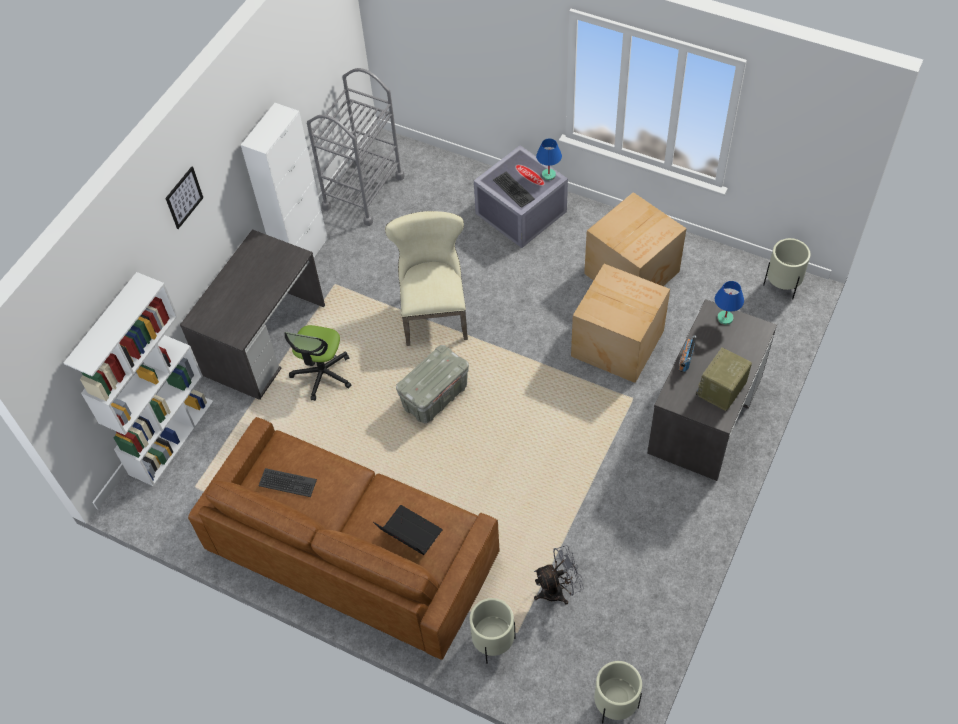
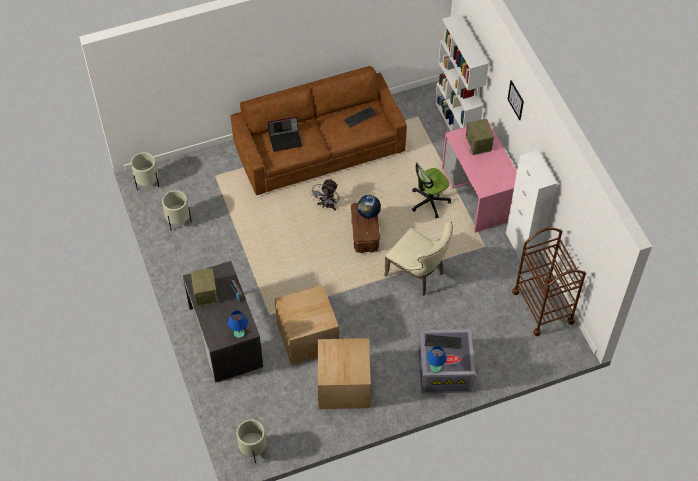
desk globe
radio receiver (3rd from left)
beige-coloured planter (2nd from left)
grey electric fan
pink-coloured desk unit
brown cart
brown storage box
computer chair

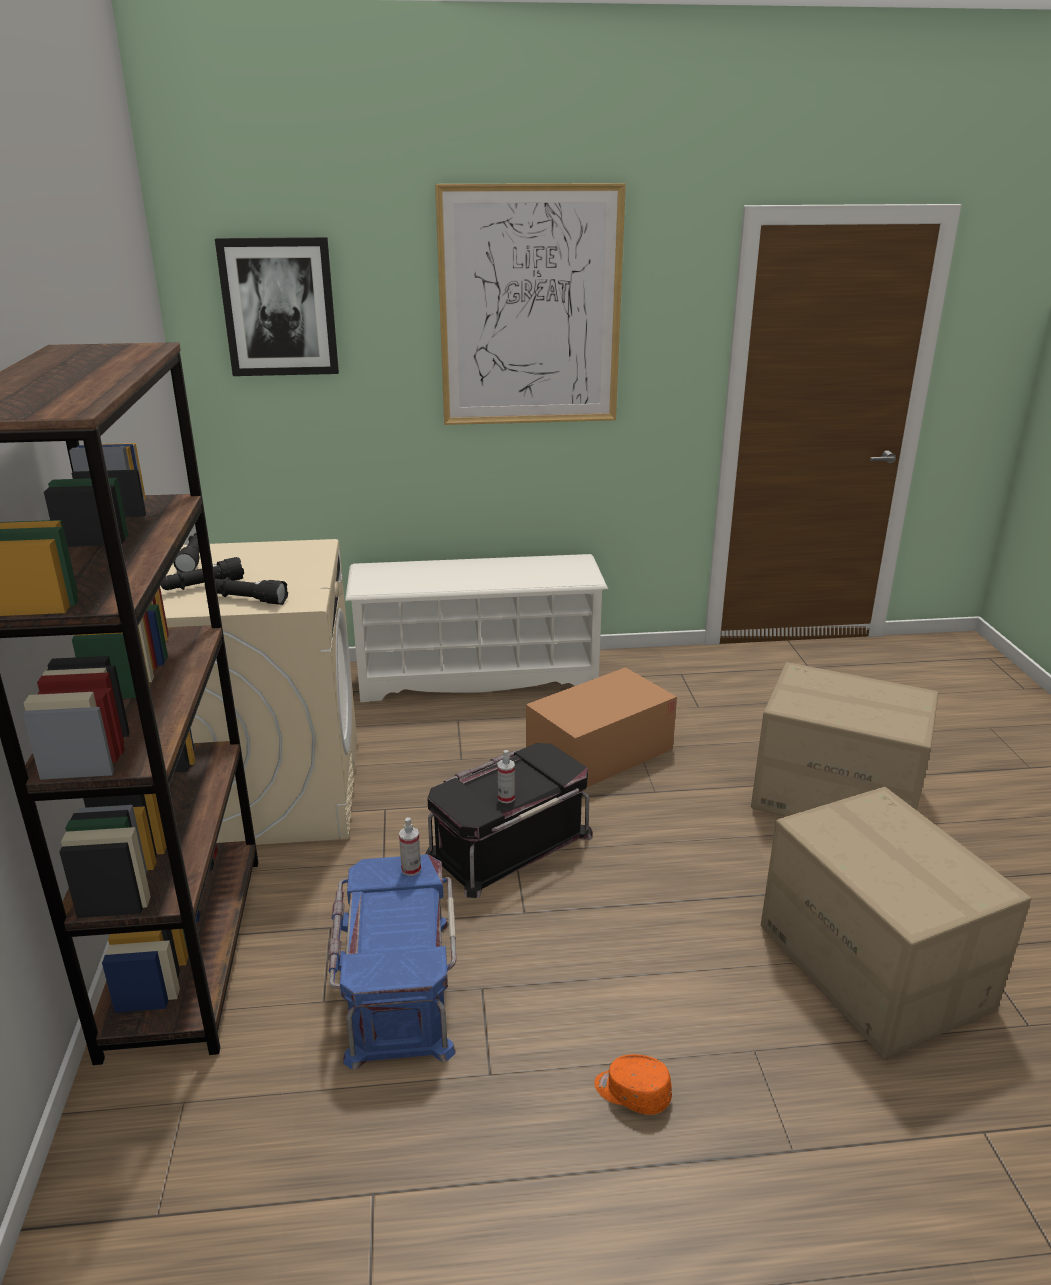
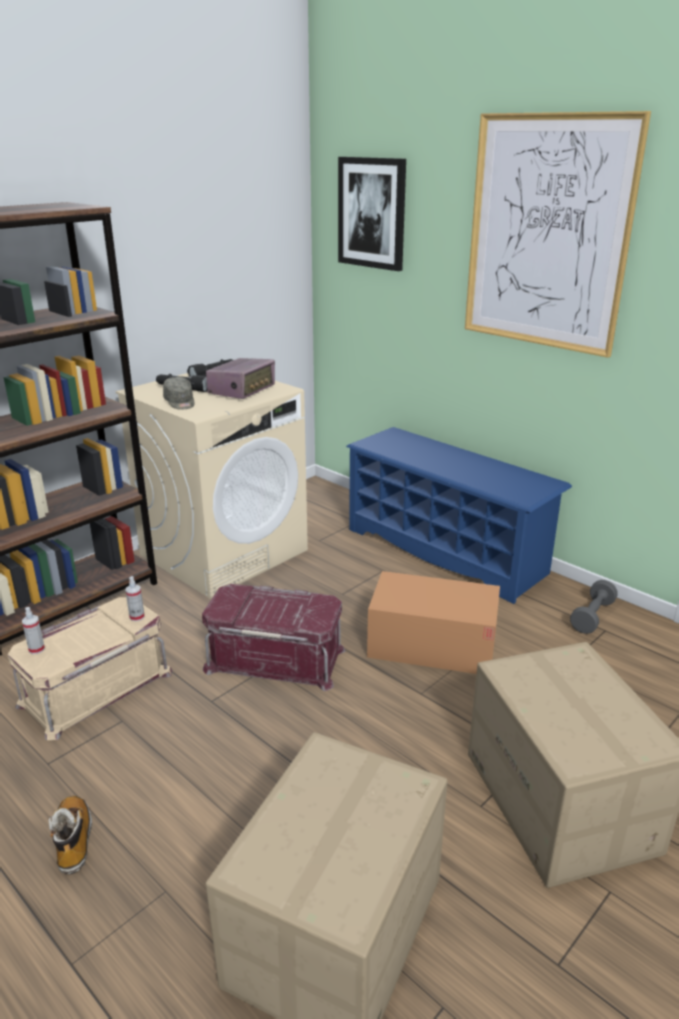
radio receiver
grey hand weight
hand sprayer (1st from left)
grey peaked cap
high-top boot
beige-coloured storage box
bluish shoe shelf
reddish storage box

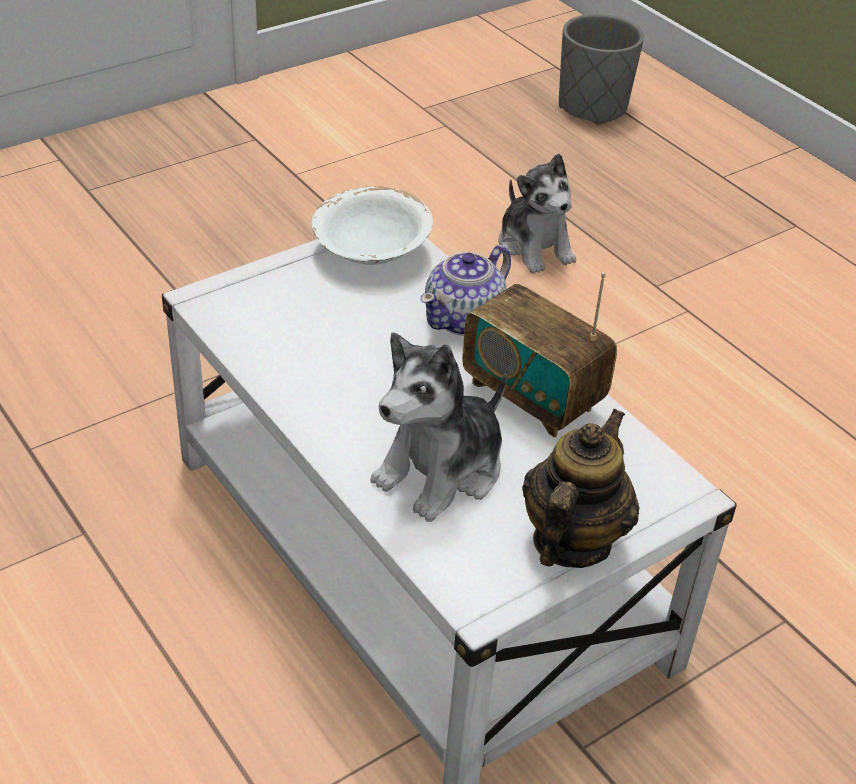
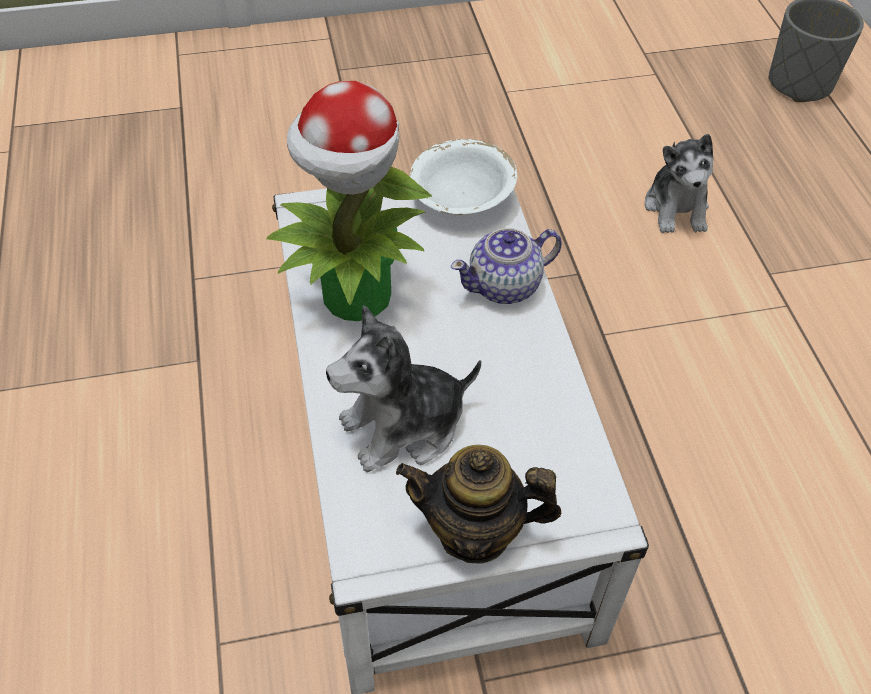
radio receiver
houseplant
pot for tea (1st from left)

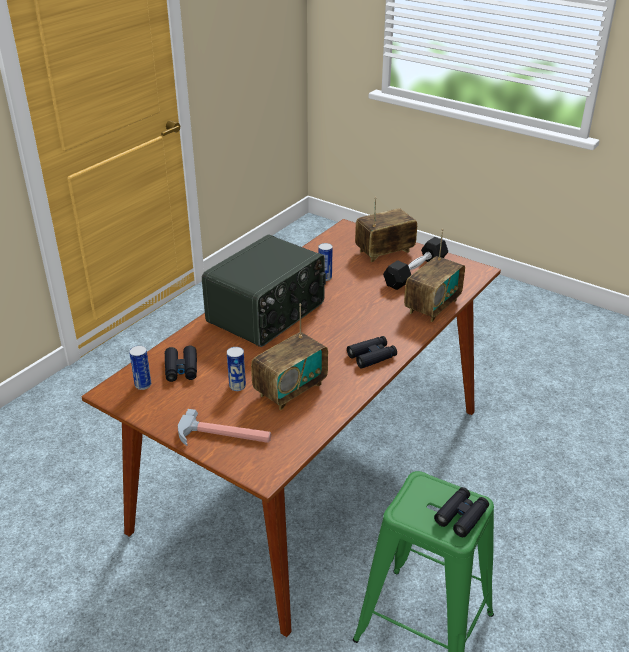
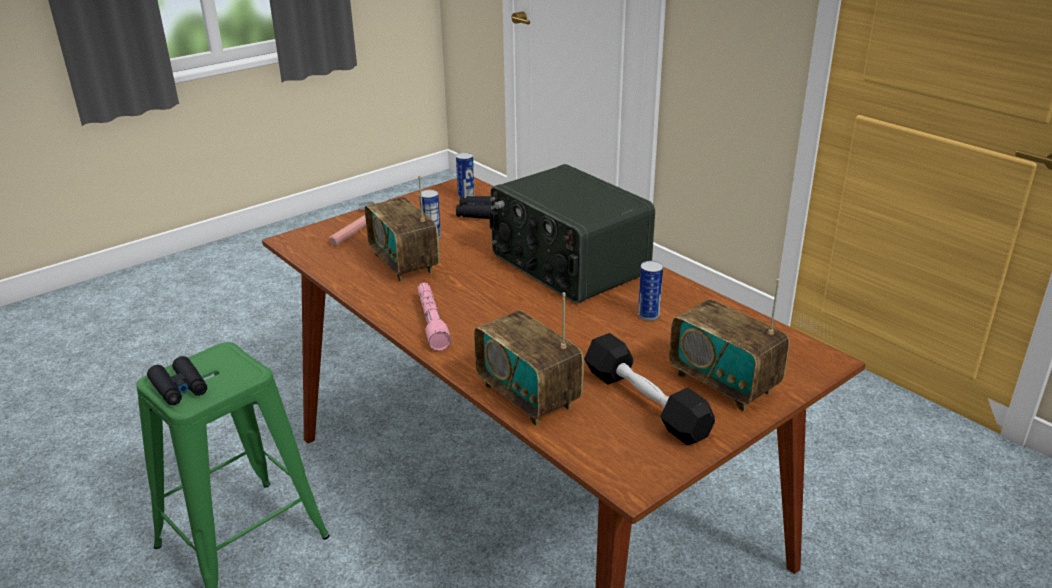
pink-coloured flashlight
radio receiver (4th from left)

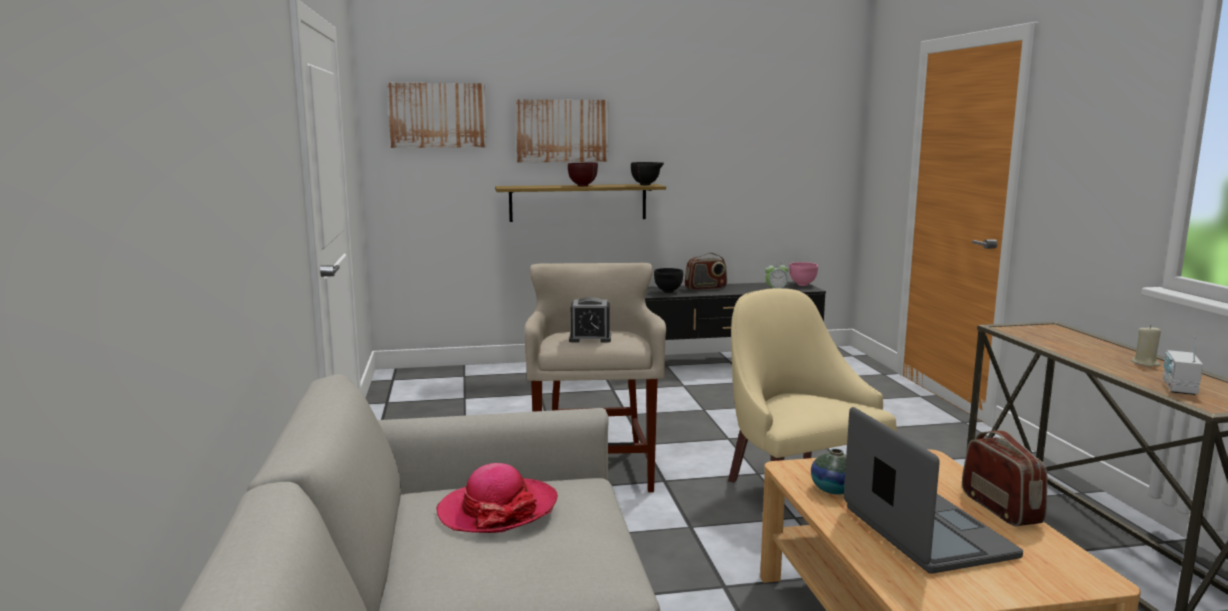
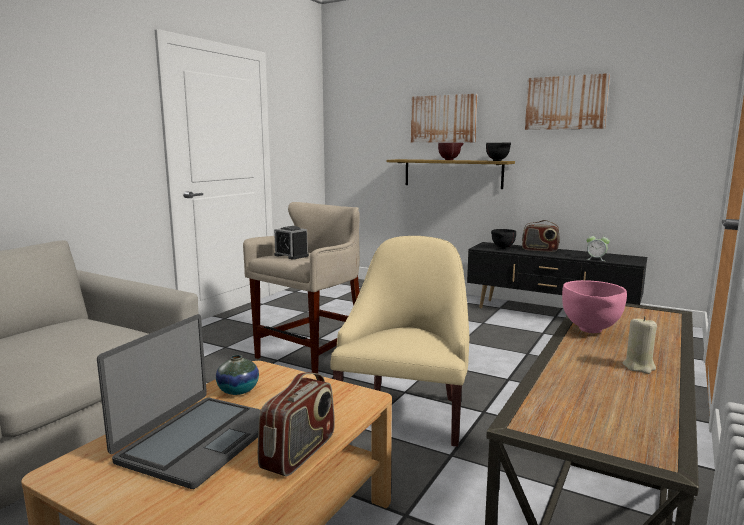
wearable hat
radio receiver (3rd from left in the first image)
wall art (2nd from left)
pink-coloured serving bowl

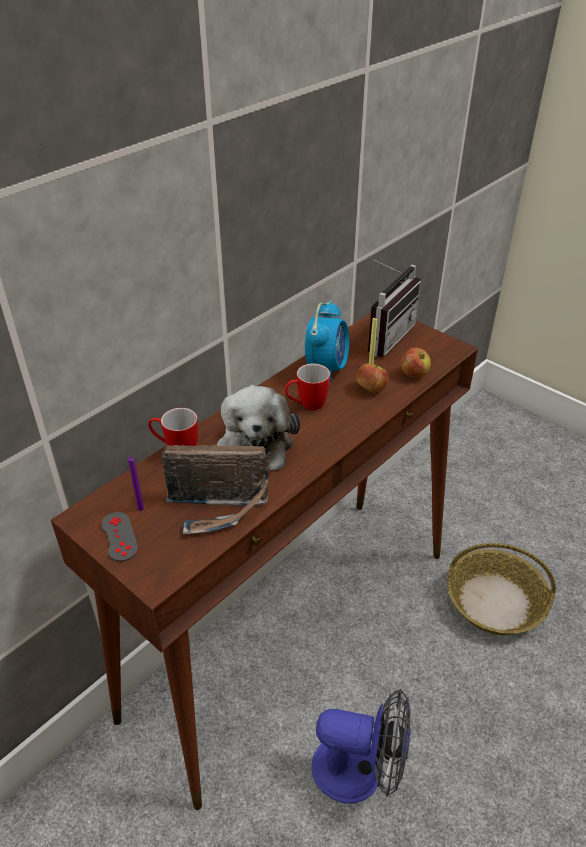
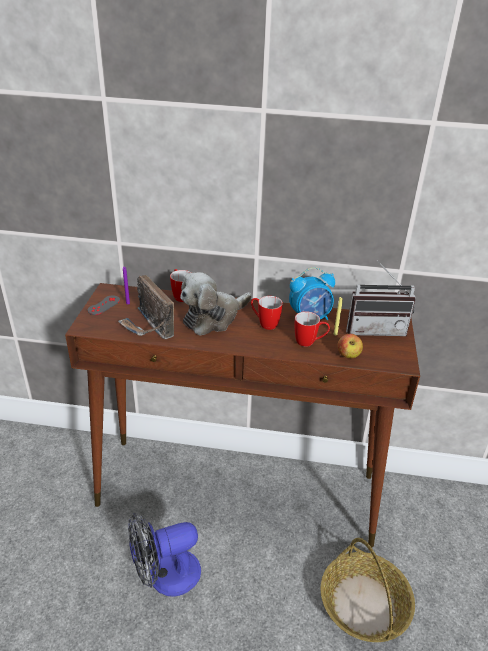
tea mug (3rd from left)
electric fan

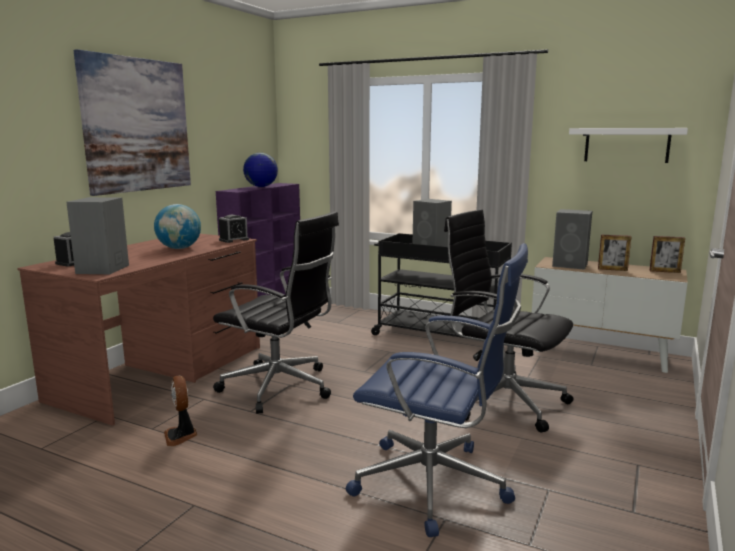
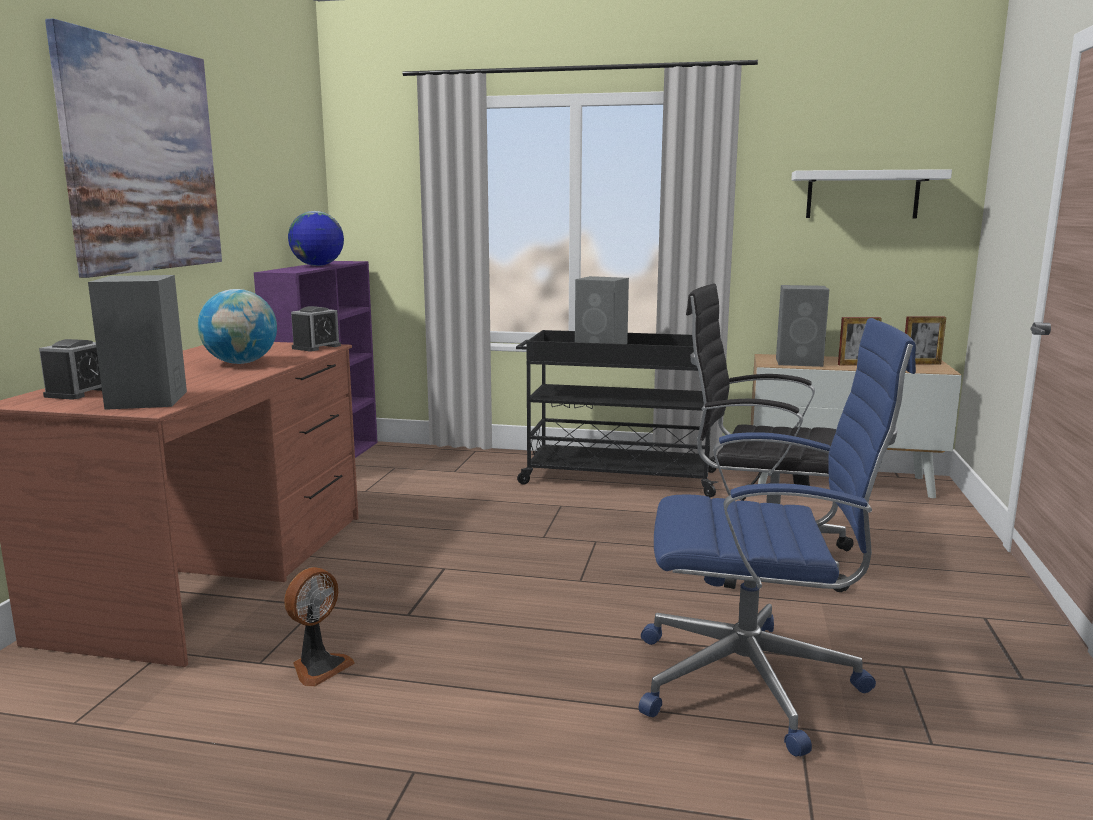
blackish computer chair (1st from left in the first image)
electric fan

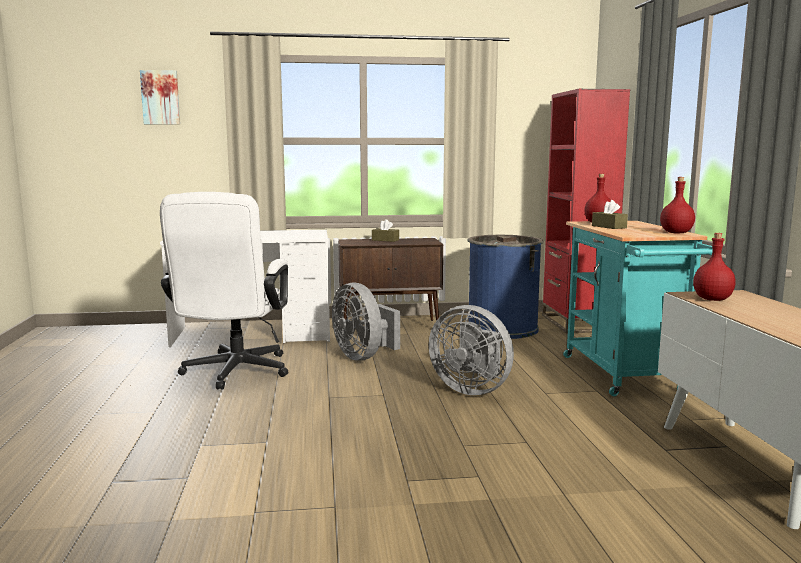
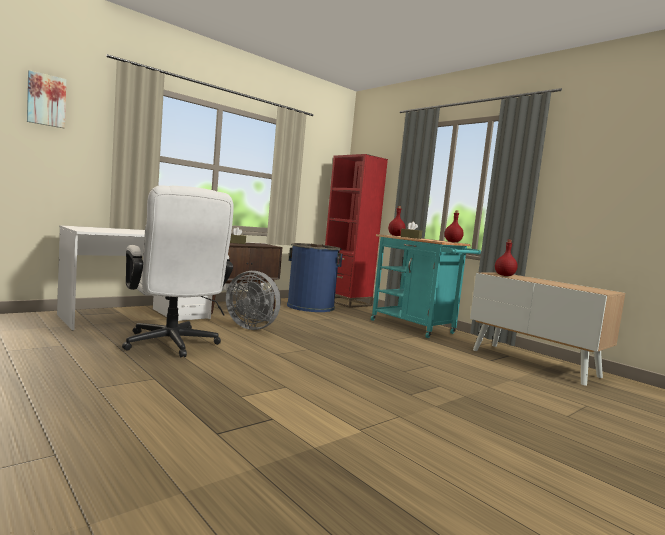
grey electric fan (2nd from left in the first image)

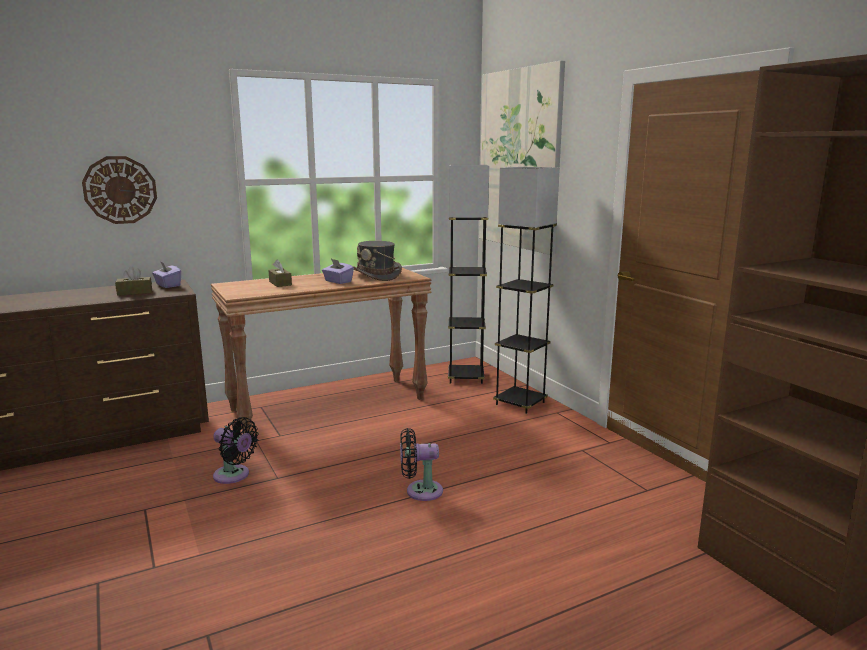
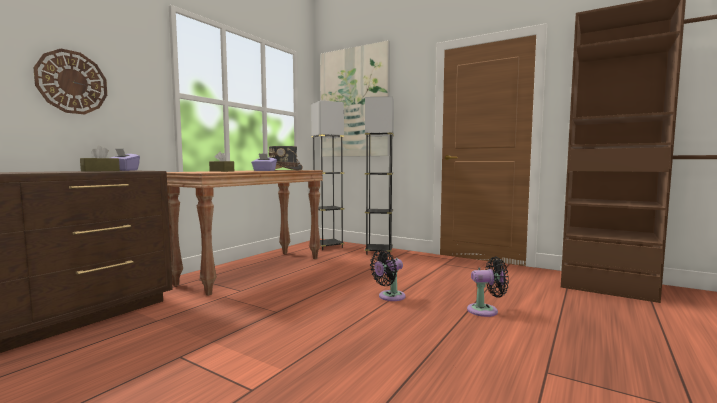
blackish electric fan (2nd from left)

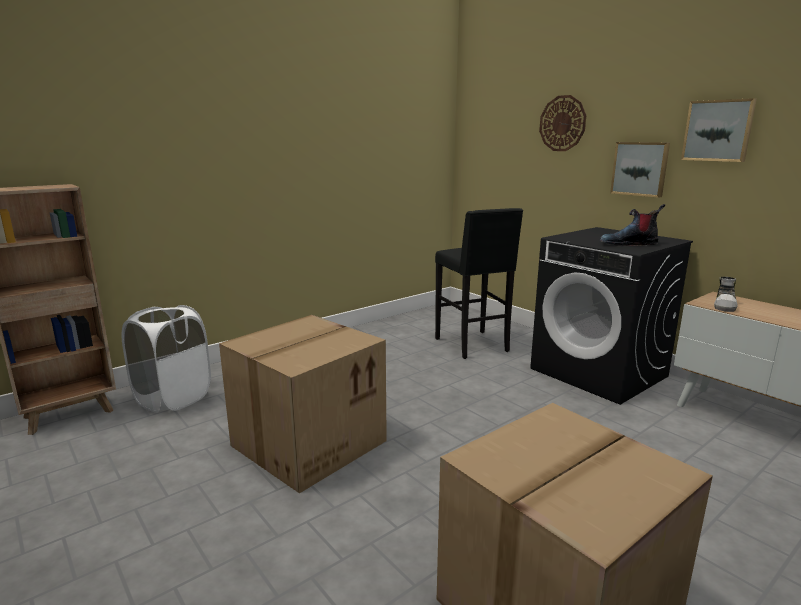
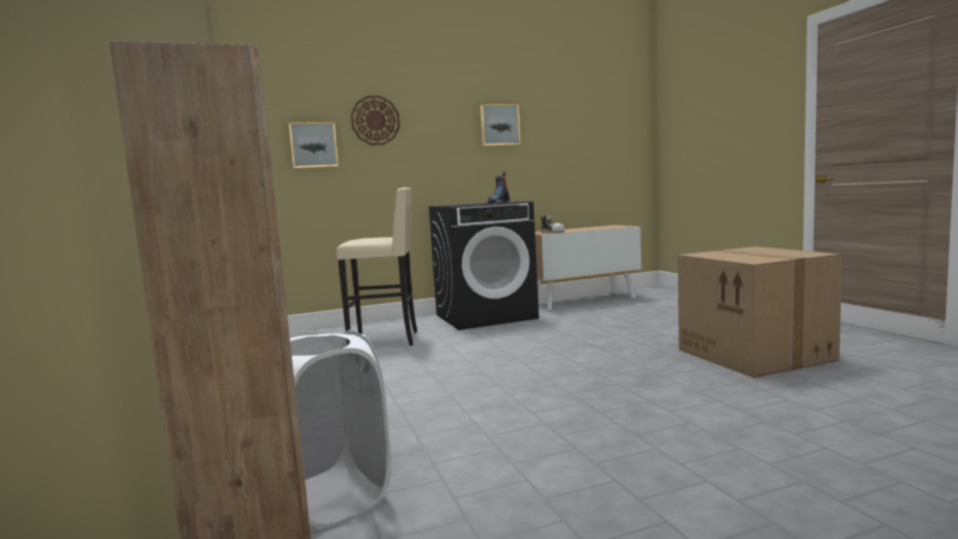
packing box (1st from left in the first image)
wall art (1st from left)
beige-coloured stool

